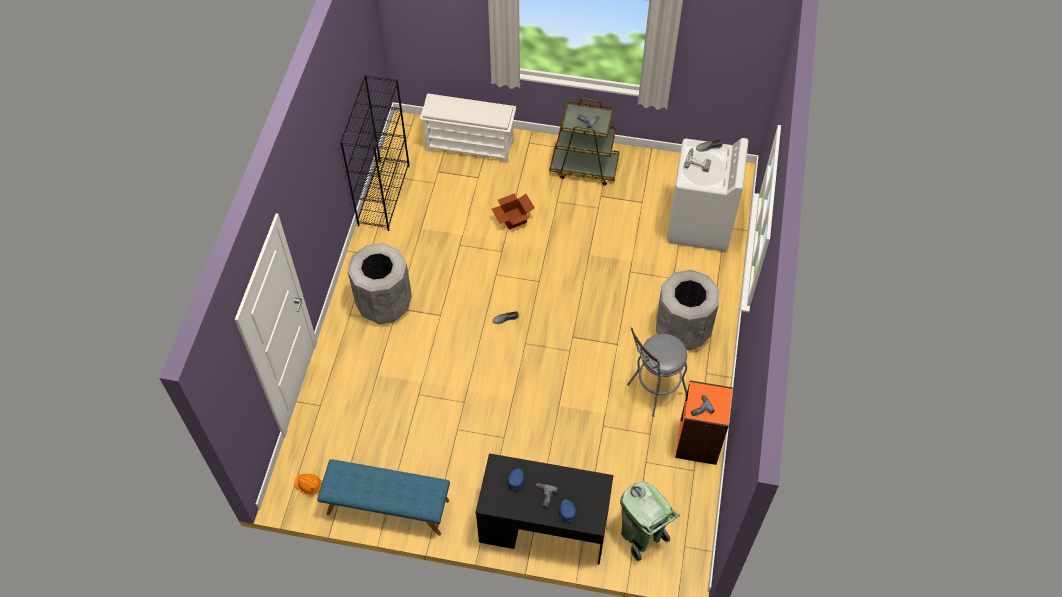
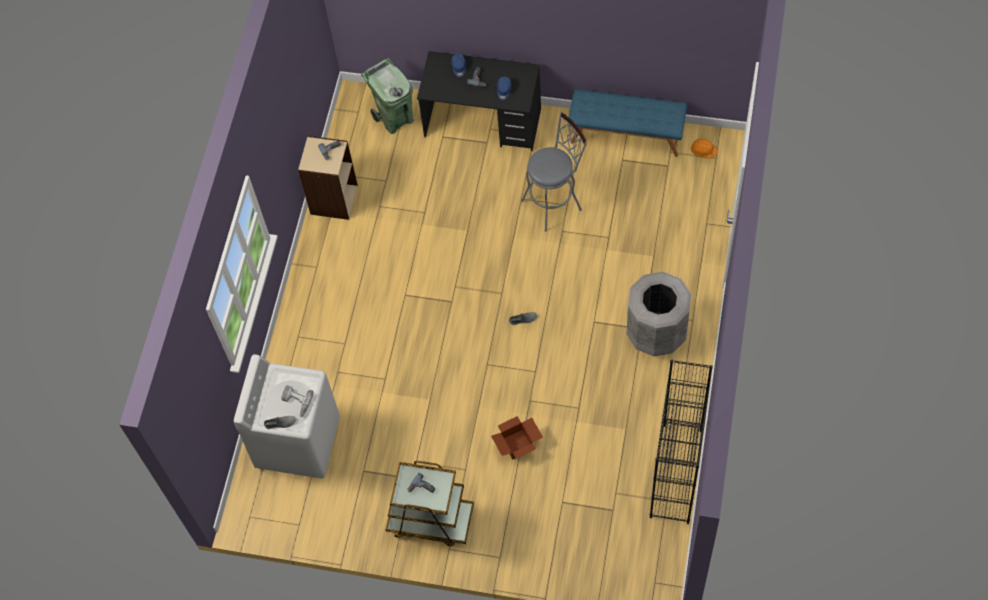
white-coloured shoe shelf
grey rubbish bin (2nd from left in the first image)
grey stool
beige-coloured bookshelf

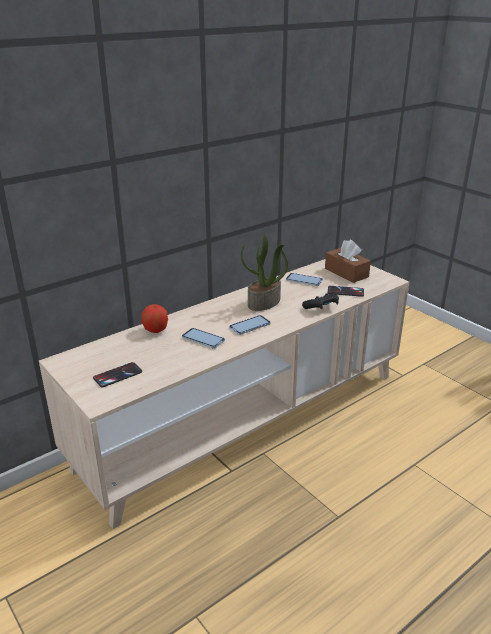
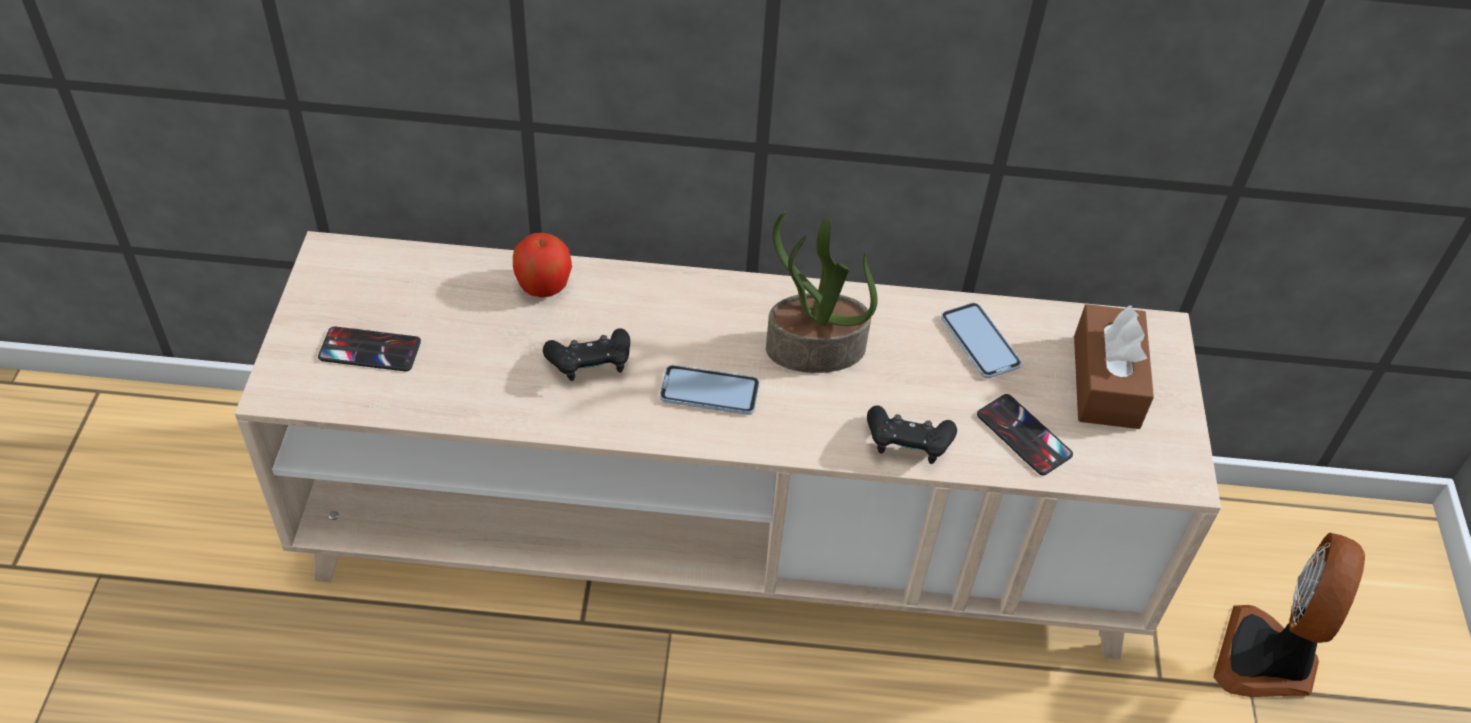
electric fan
blackish joypad (1st from left)

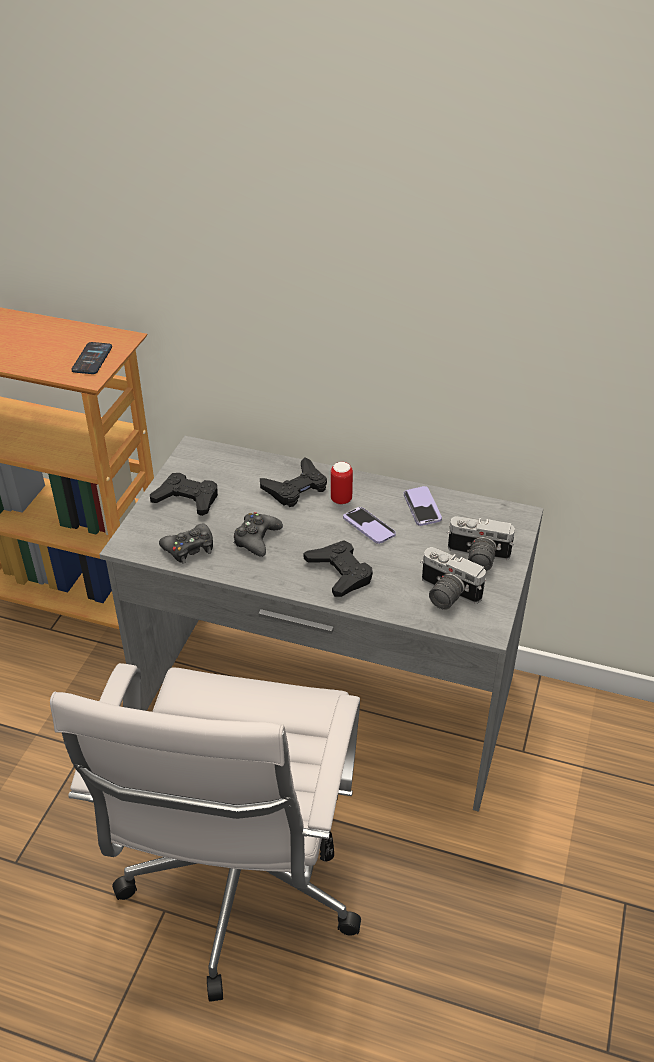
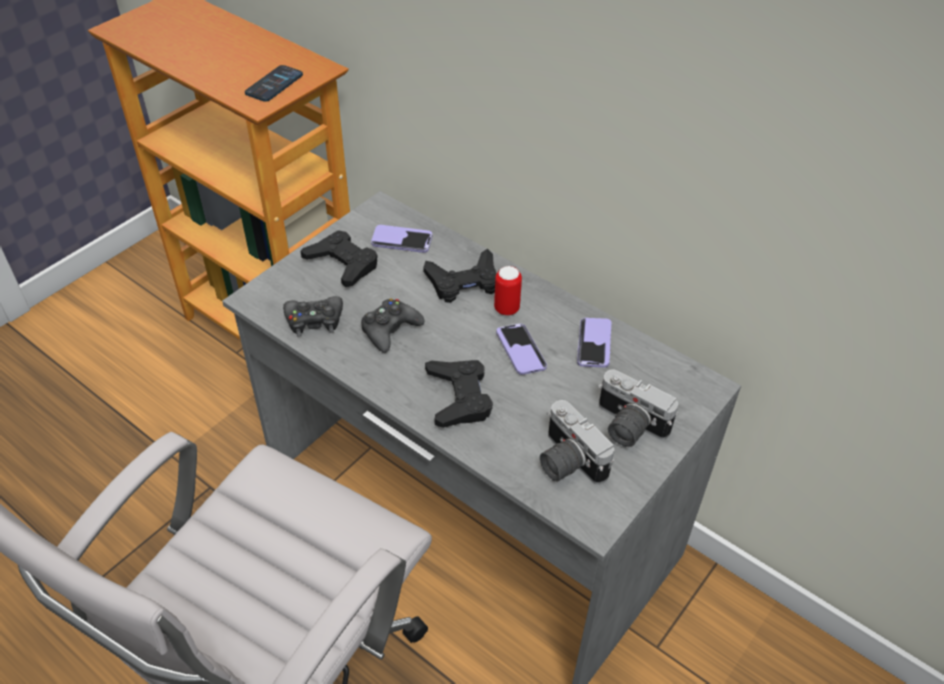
handset (2nd from left)

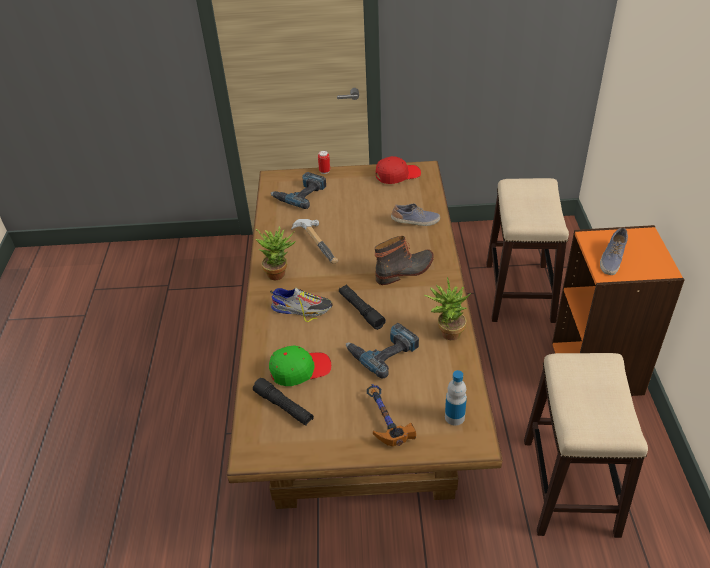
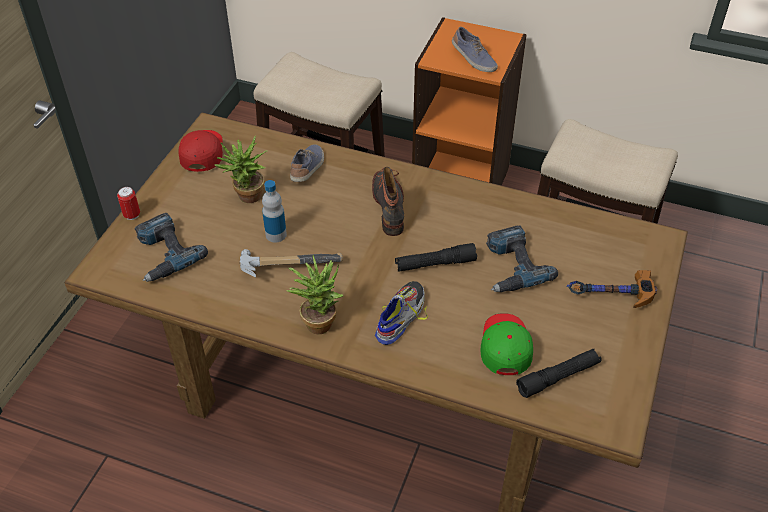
houseplant (1st from left)
beverage bottle

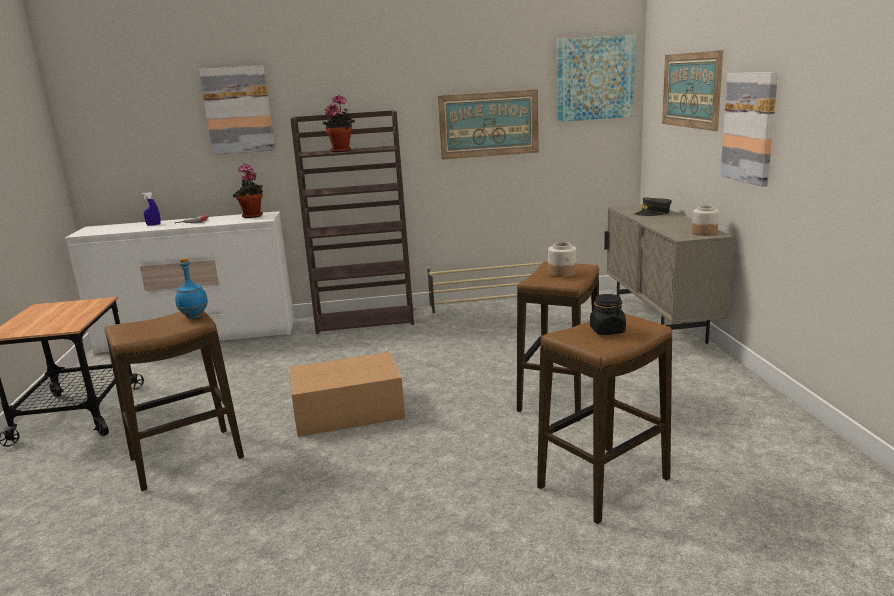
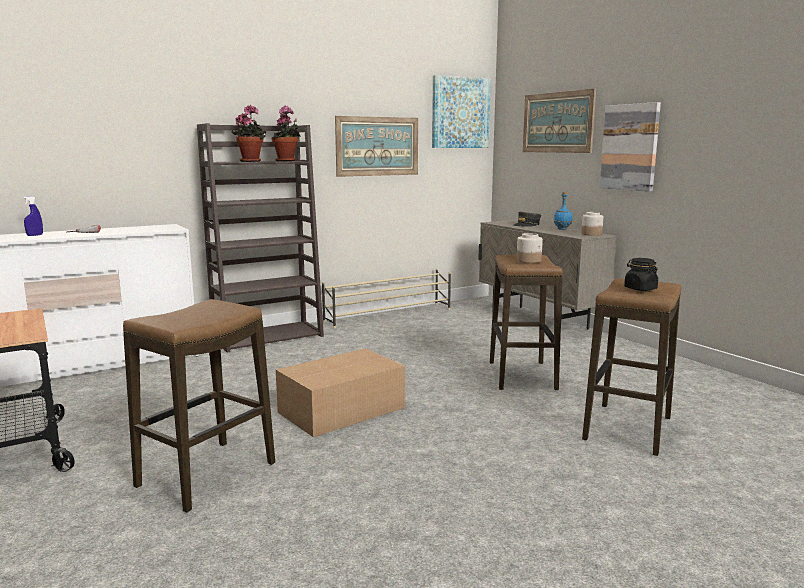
wall art (1st from left in the first image)
bluish beverage bottle
houseplant (2nd from left)

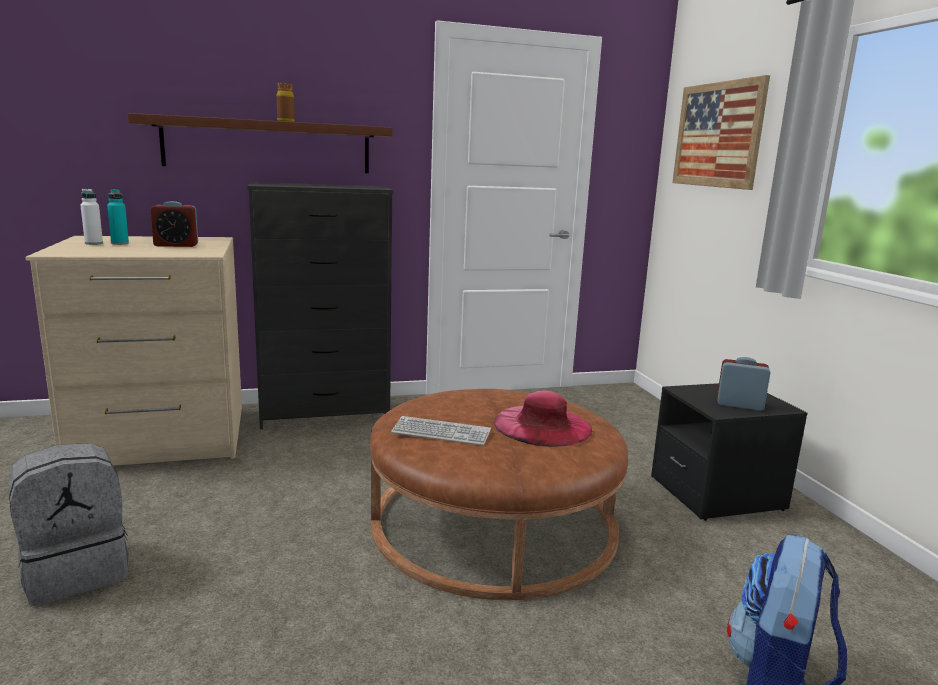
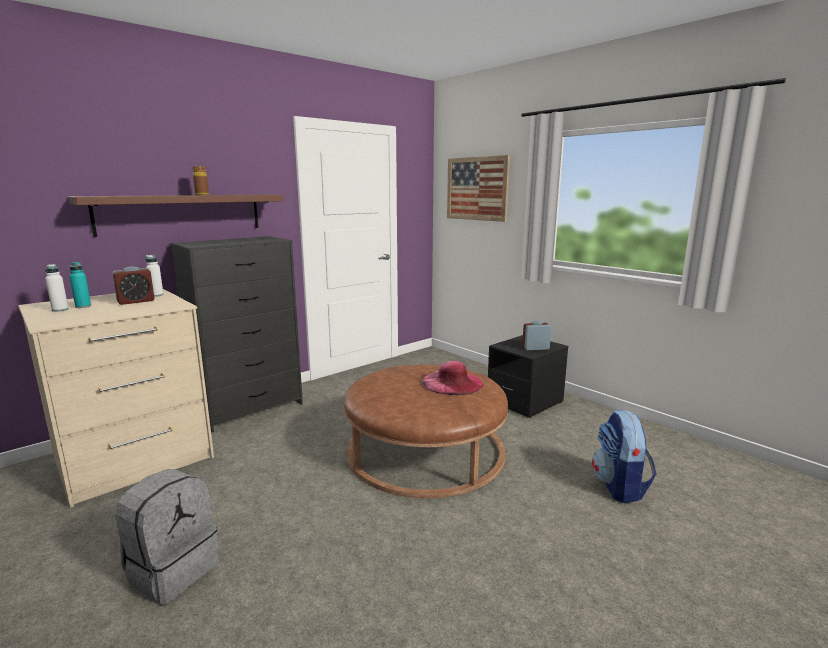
PC keyboard
white-coloured beverage bottle (2nd from left)

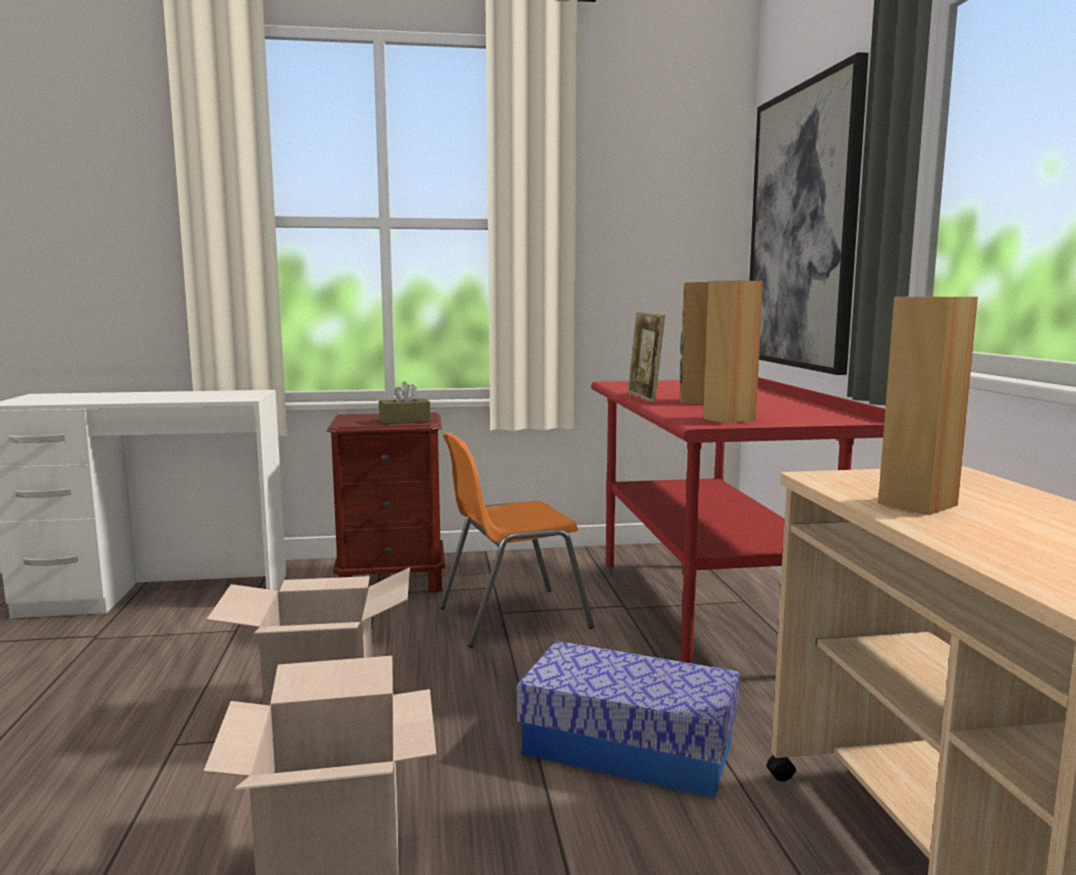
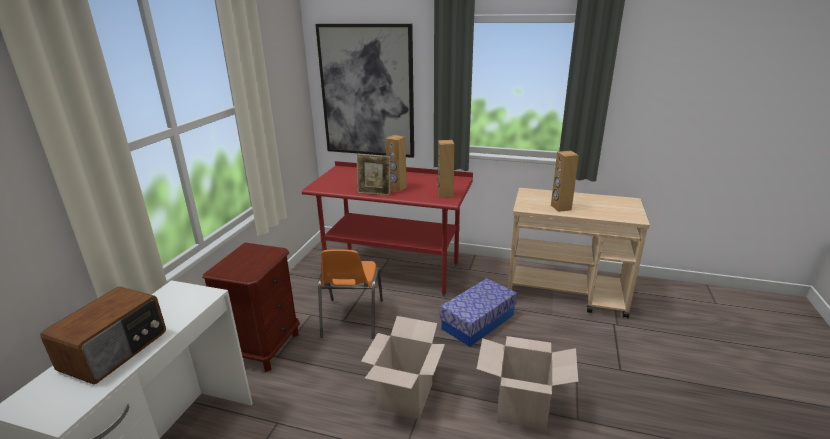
brown box of tissues
radio receiver

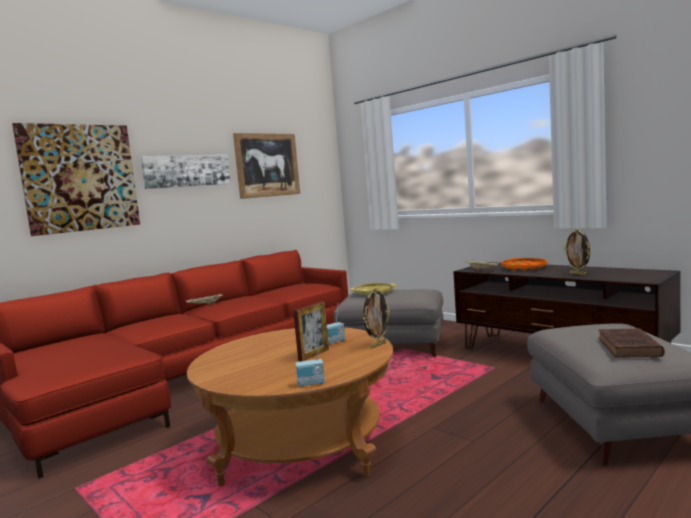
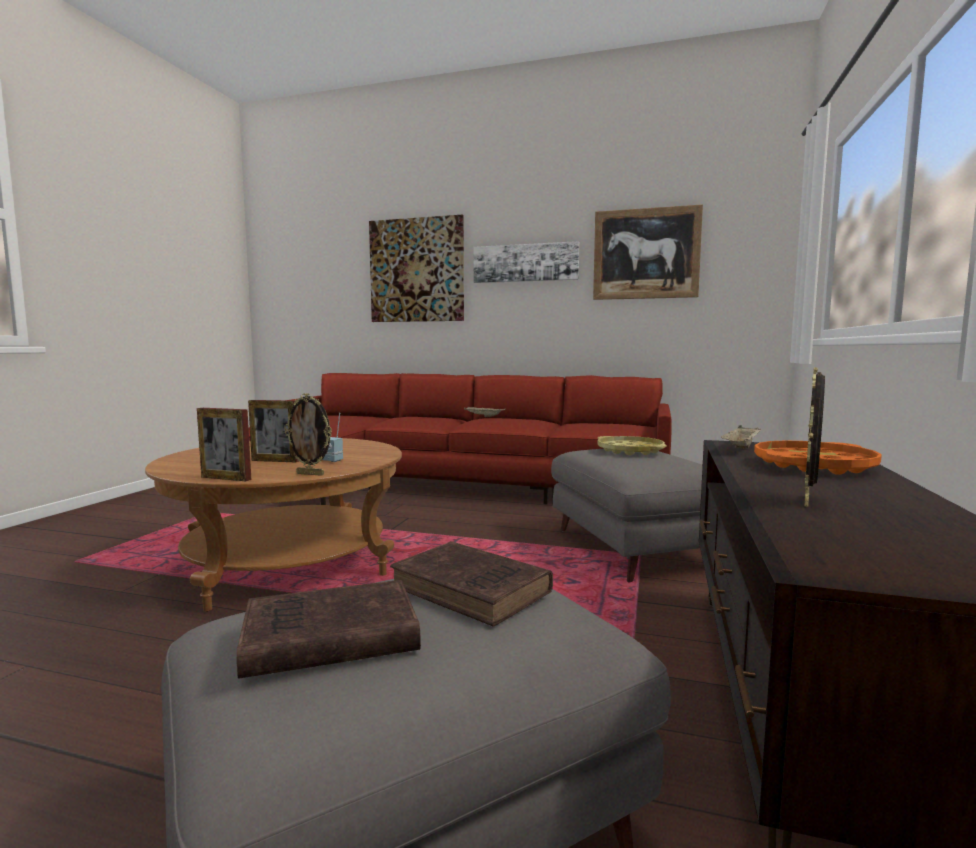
radio receiver (1st from left in the first image)
standing frame (1st from left)
brown book (2nd from left)

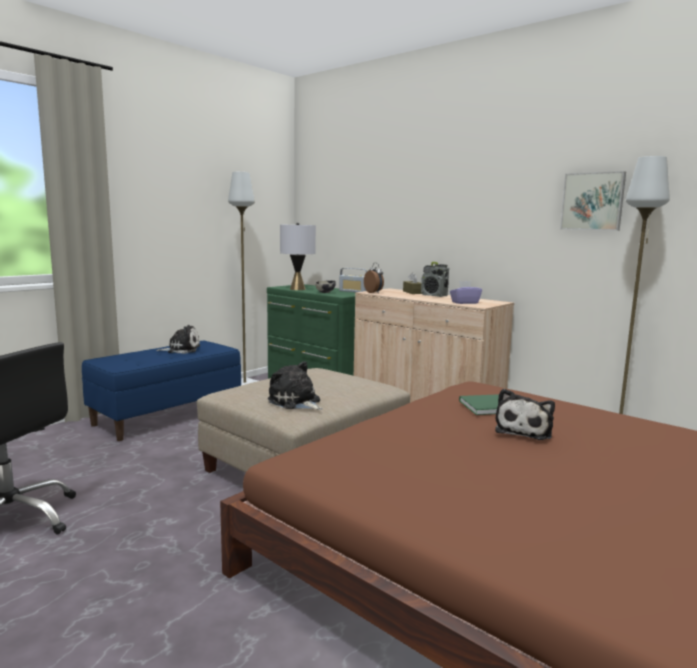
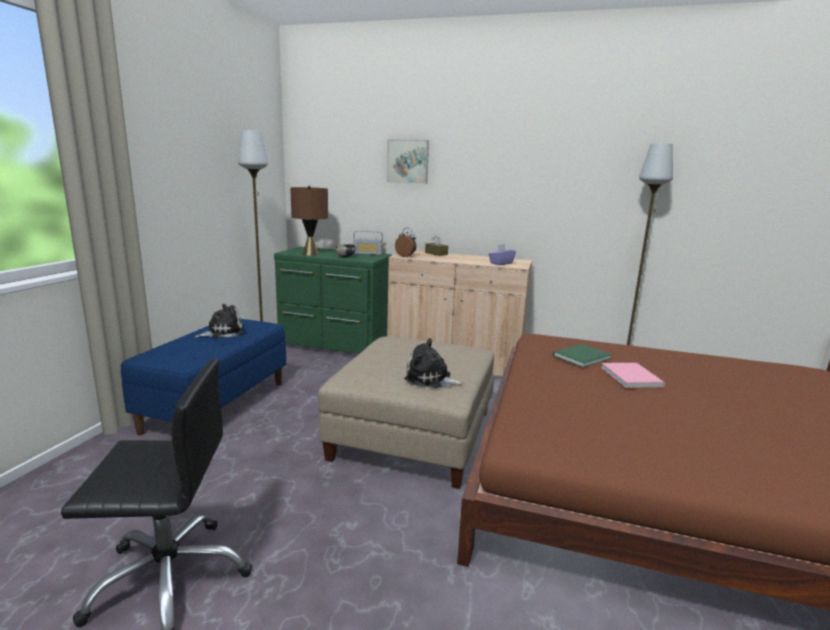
radio receiver (2nd from left in the first image)
wall art
pink-coloured book
brown tabletop lamp

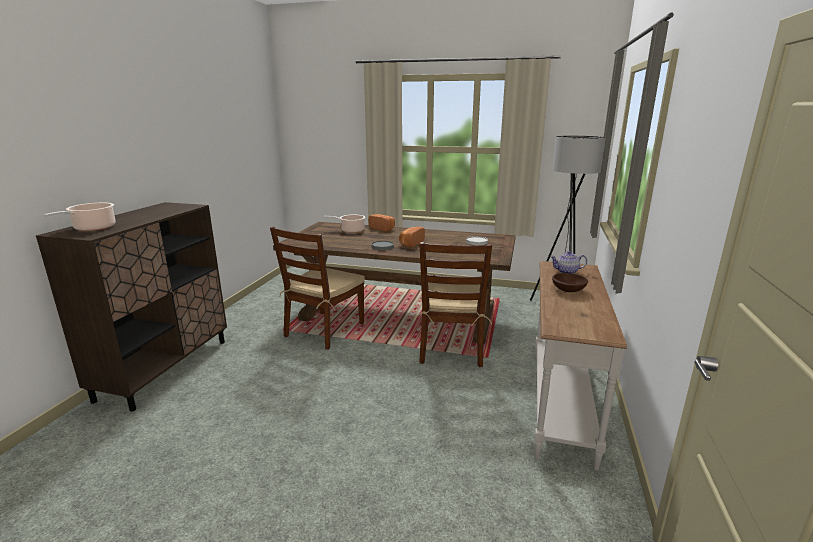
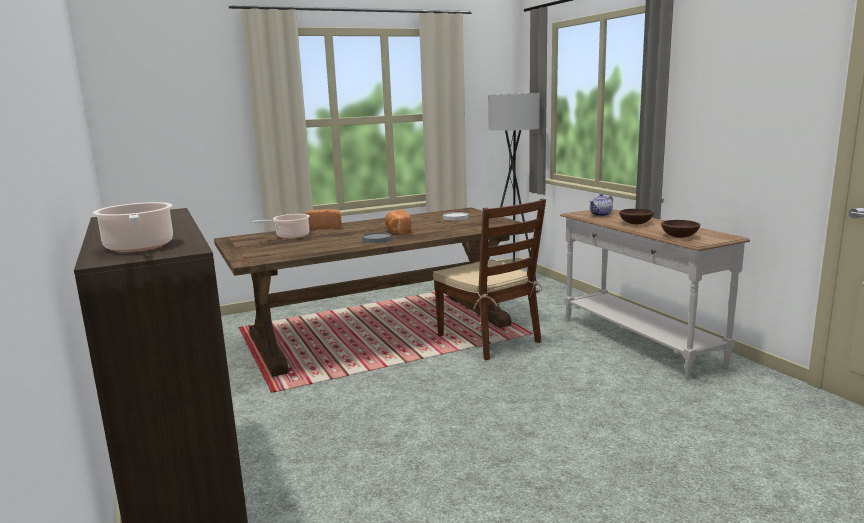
brown plain chair (1st from left in the first image)
brown serving bowl (2nd from left)

